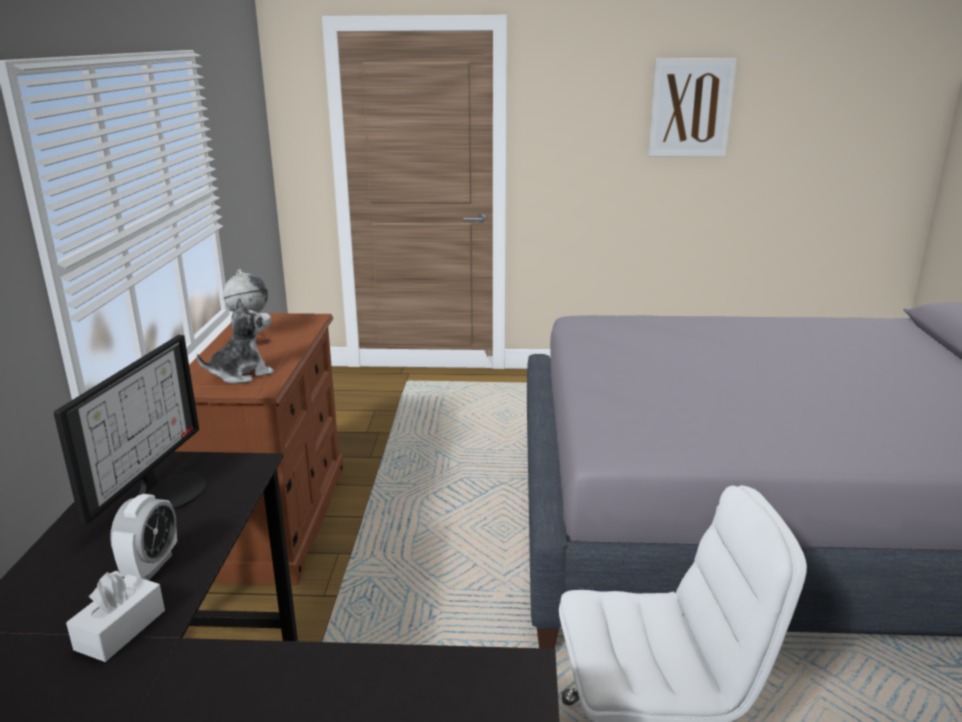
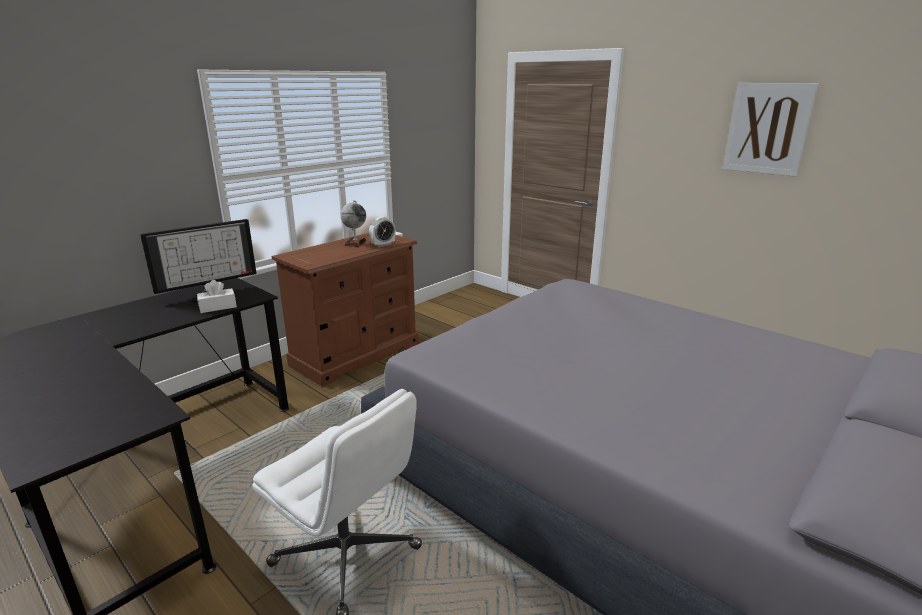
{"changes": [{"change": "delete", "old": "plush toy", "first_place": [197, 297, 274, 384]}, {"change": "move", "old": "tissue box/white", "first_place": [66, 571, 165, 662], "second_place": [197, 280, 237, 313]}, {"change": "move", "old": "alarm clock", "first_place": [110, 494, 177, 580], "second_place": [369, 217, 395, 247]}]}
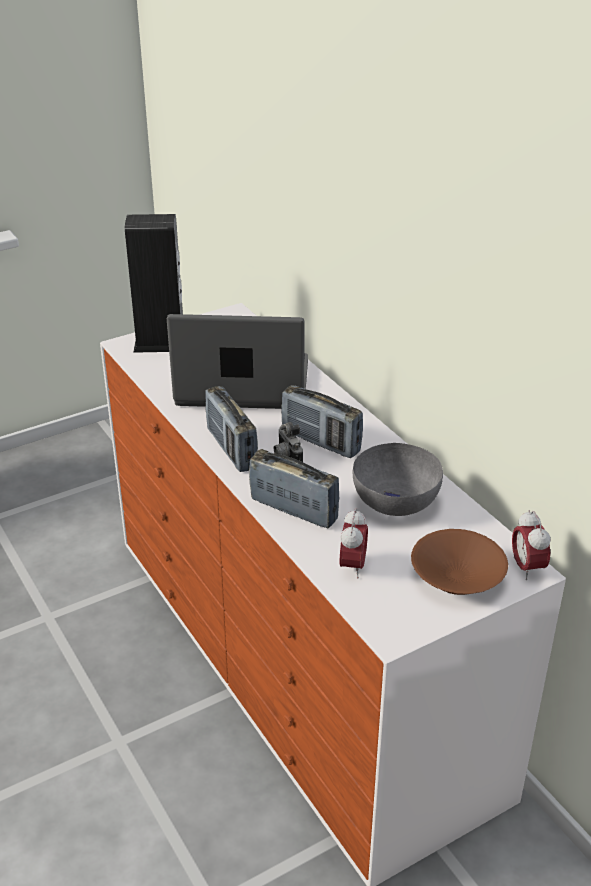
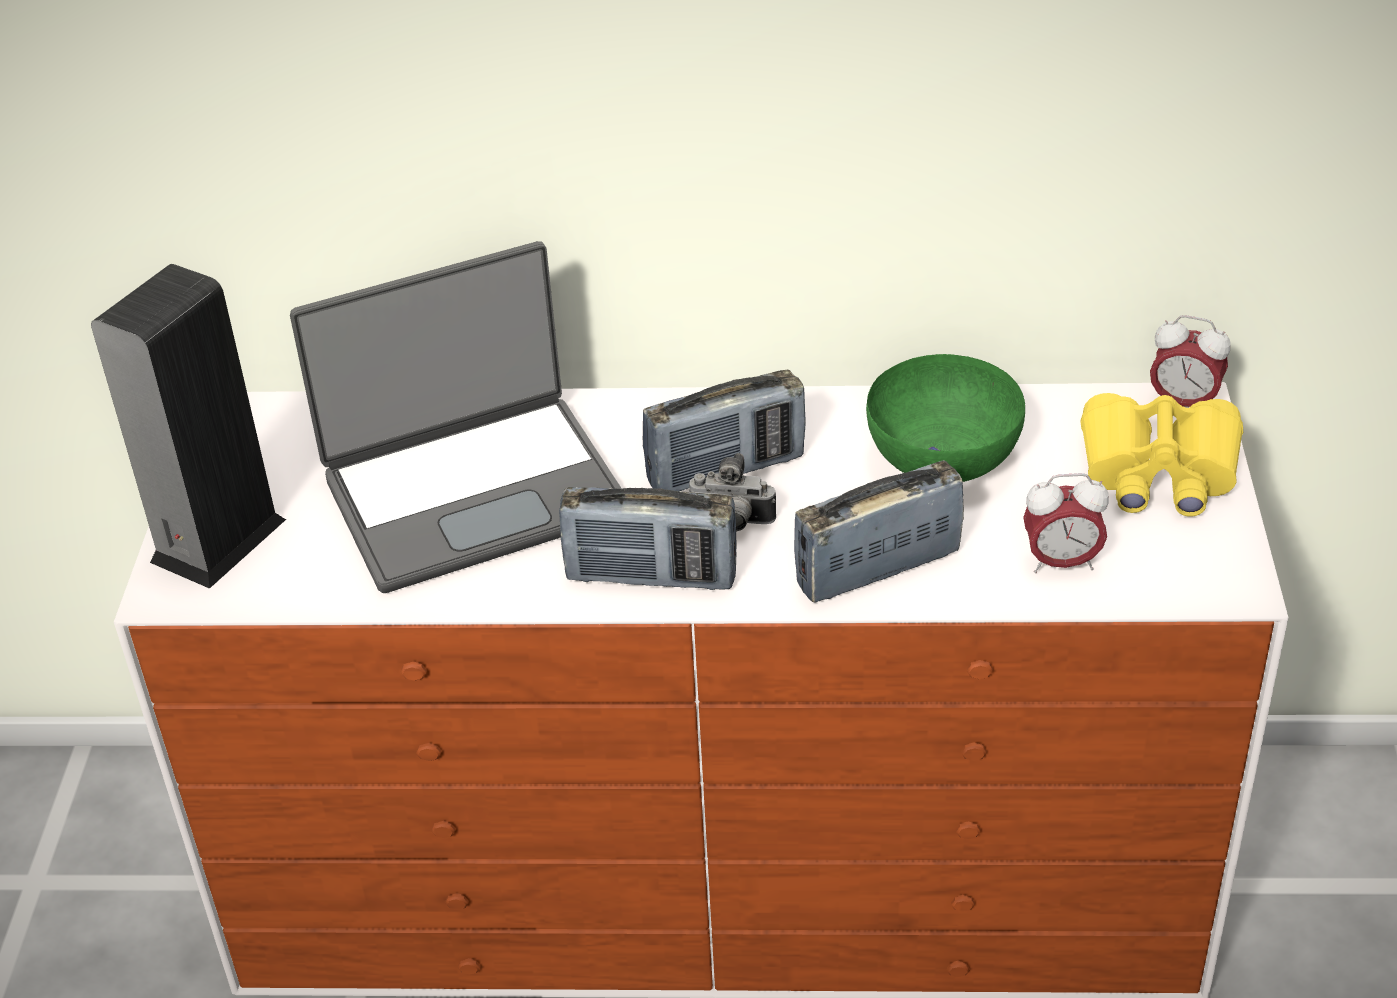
{"changes": [{"change": "replace", "old": "bowl/brown", "new": "binoculars/yellow", "first_place": [411, 529, 508, 595], "second_place": [1081, 393, 1243, 517]}, {"change": "recolor", "old": "bowl/grey", "new": "bowl/green", "first_place": [353, 443, 443, 516], "second_place": [866, 354, 1025, 482]}, {"change": "rotate", "old": "laptop", "first_place": [167, 314, 308, 409], "second_place": [290, 241, 622, 593], "degrees": -150}, {"change": "rotate", "old": "alarm clock", "first_place": [340, 508, 368, 578], "second_place": [1023, 473, 1109, 573], "degrees": 135}]}
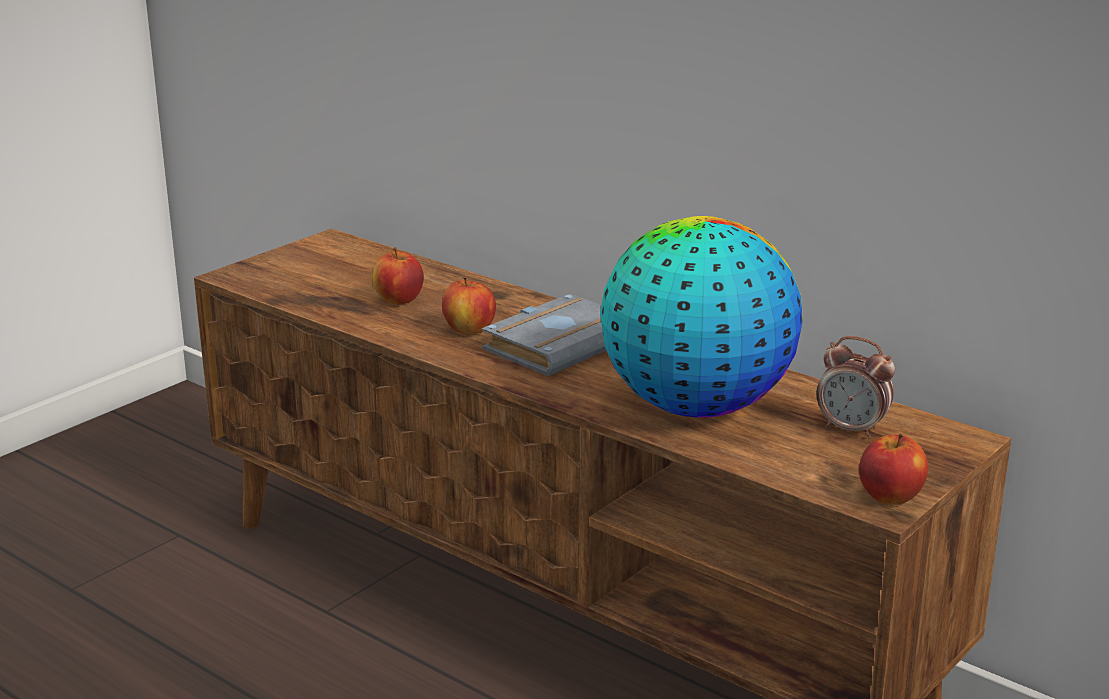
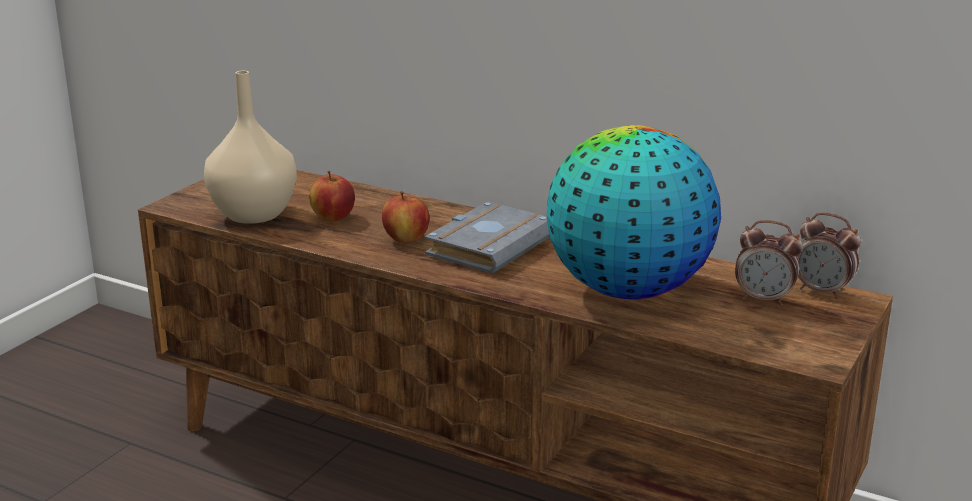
{"changes": [{"change": "delete", "old": "apple", "first_place": [859, 434, 928, 505]}, {"change": "insert", "new": "vase/beige", "second_place": [204, 71, 297, 224]}, {"change": "insert", "new": "alarm clock", "second_place": [798, 213, 861, 299]}]}
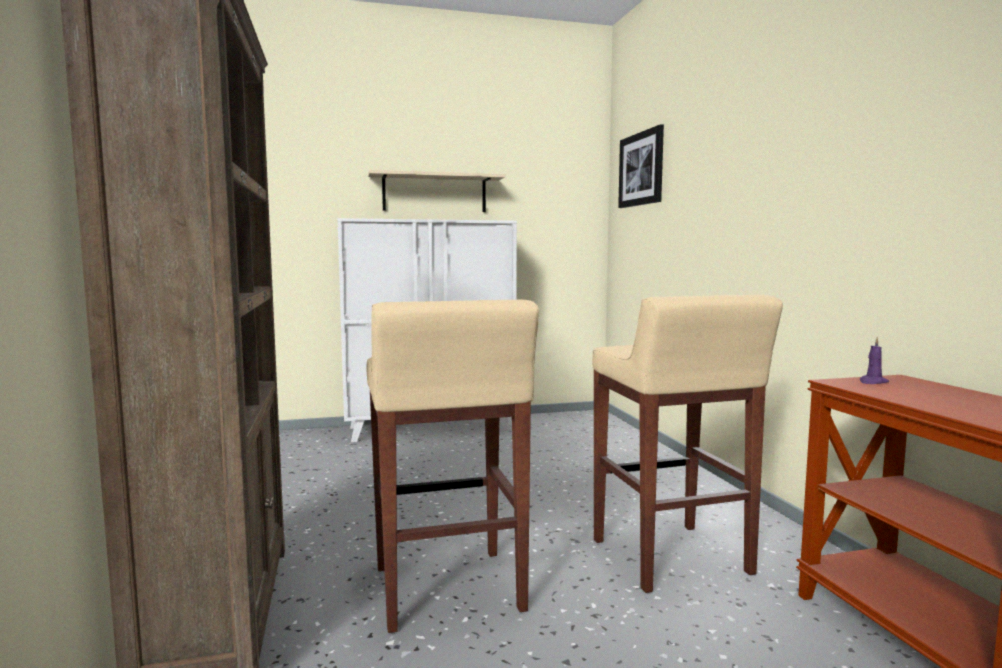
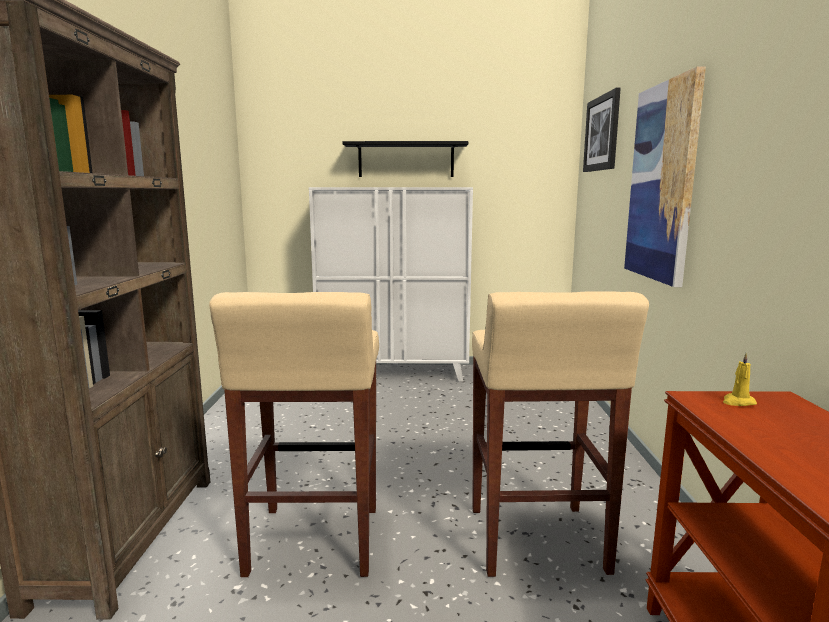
{"changes": [{"change": "insert", "new": "picture", "second_place": [624, 66, 706, 287]}, {"change": "recolor", "old": "shelf/beige", "new": "shelf/black", "first_place": [368, 170, 505, 212], "second_place": [342, 141, 468, 177]}, {"change": "recolor", "old": "candle/purple", "new": "candle/yellow", "first_place": [860, 337, 889, 384], "second_place": [723, 353, 757, 406]}]}
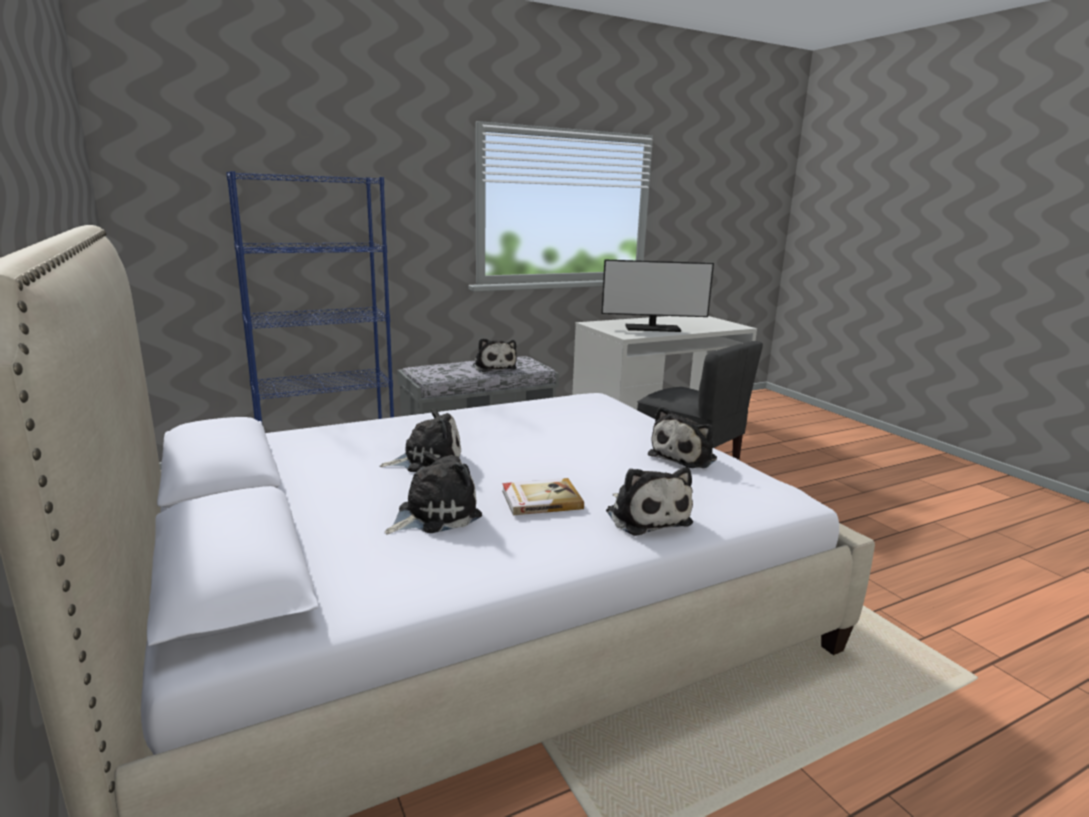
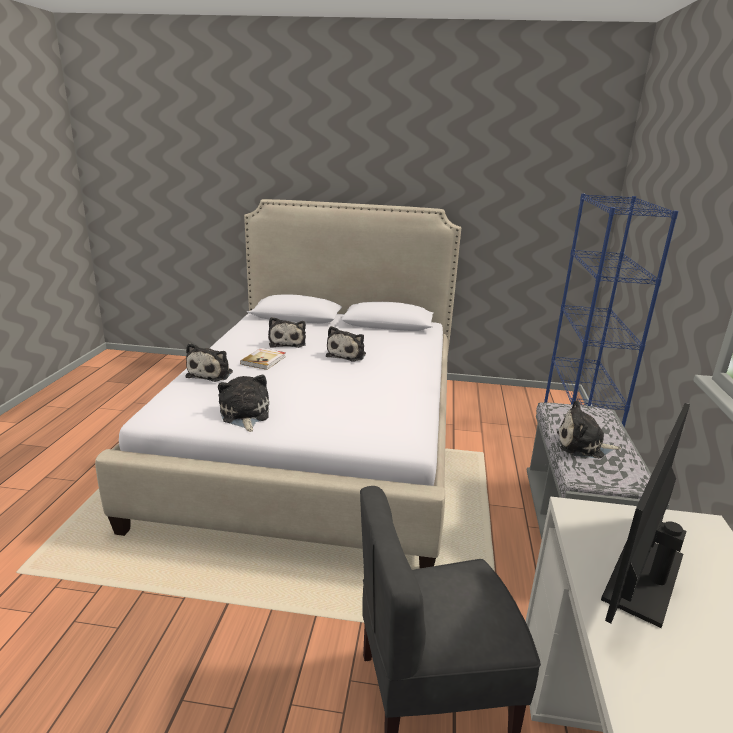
{"changes": [{"change": "rotate", "old": "plush toy", "first_place": [606, 467, 693, 536], "second_place": [185, 343, 233, 382], "degrees": -90}]}
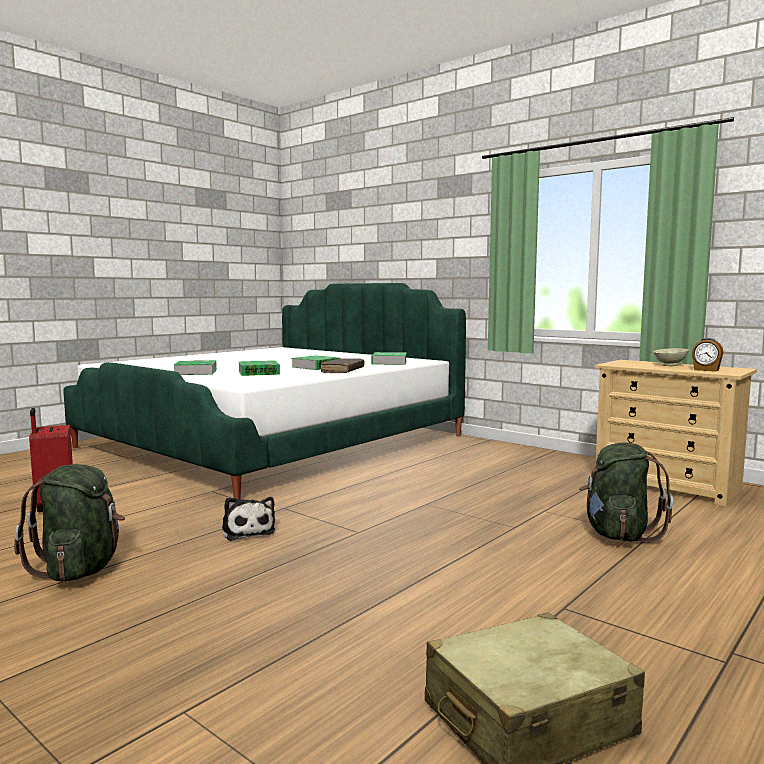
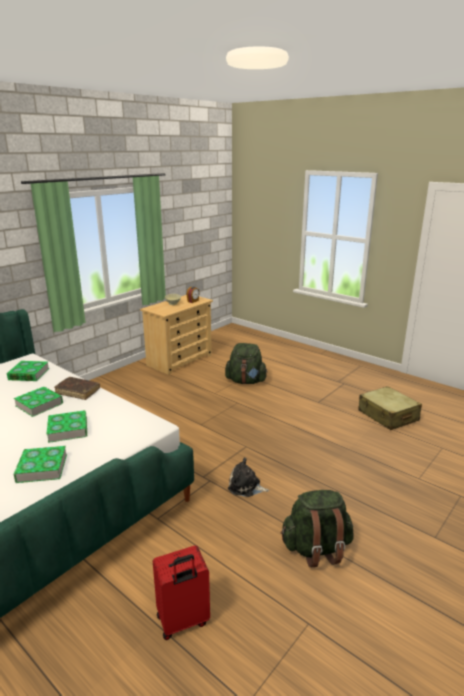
{"changes": [{"change": "rotate", "old": "plush toy", "first_place": [222, 497, 275, 541], "second_place": [228, 457, 269, 497], "degrees": -135}]}
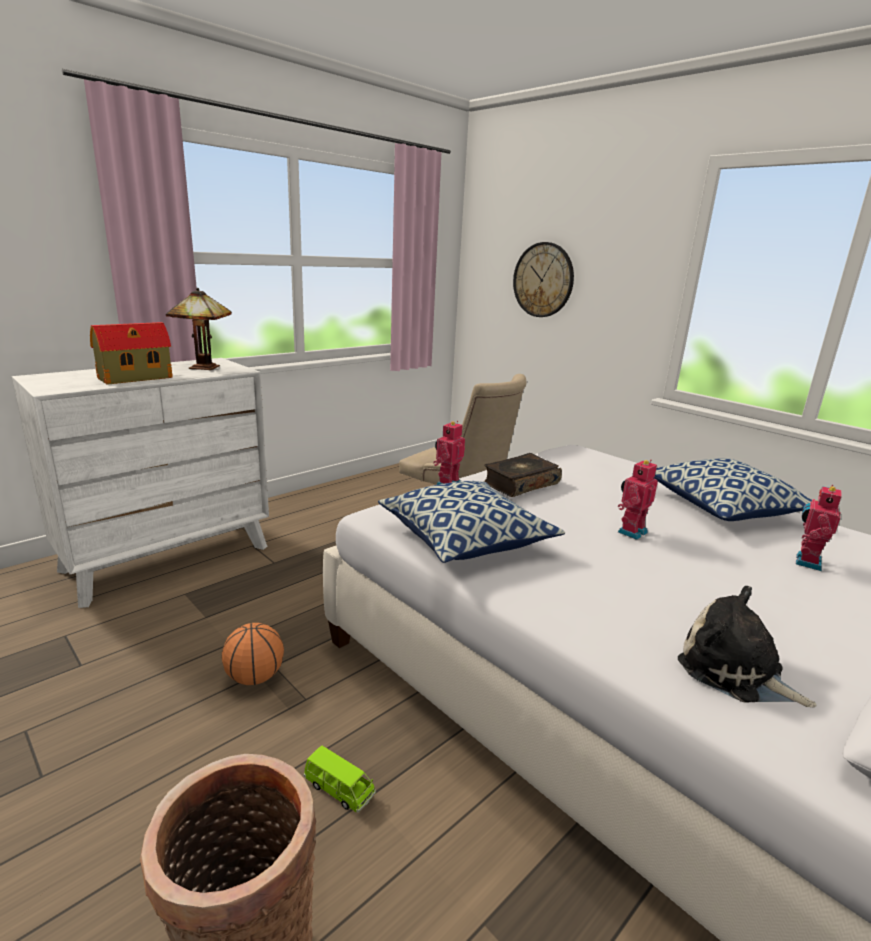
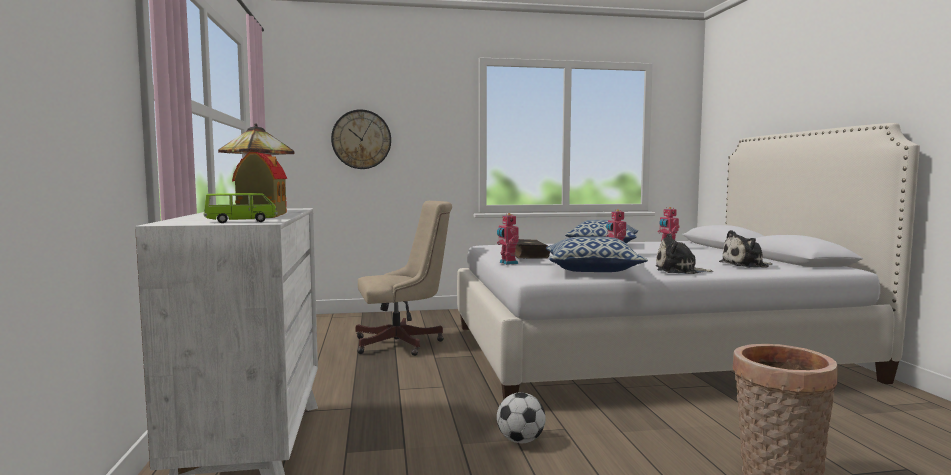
{"changes": [{"change": "insert", "new": "plush toy", "second_place": [656, 234, 713, 274]}, {"change": "move", "old": "toy car/green", "first_place": [304, 745, 376, 812], "second_place": [204, 193, 278, 223]}, {"change": "replace", "old": "basketball", "new": "football", "first_place": [222, 623, 284, 685], "second_place": [497, 393, 546, 443]}]}
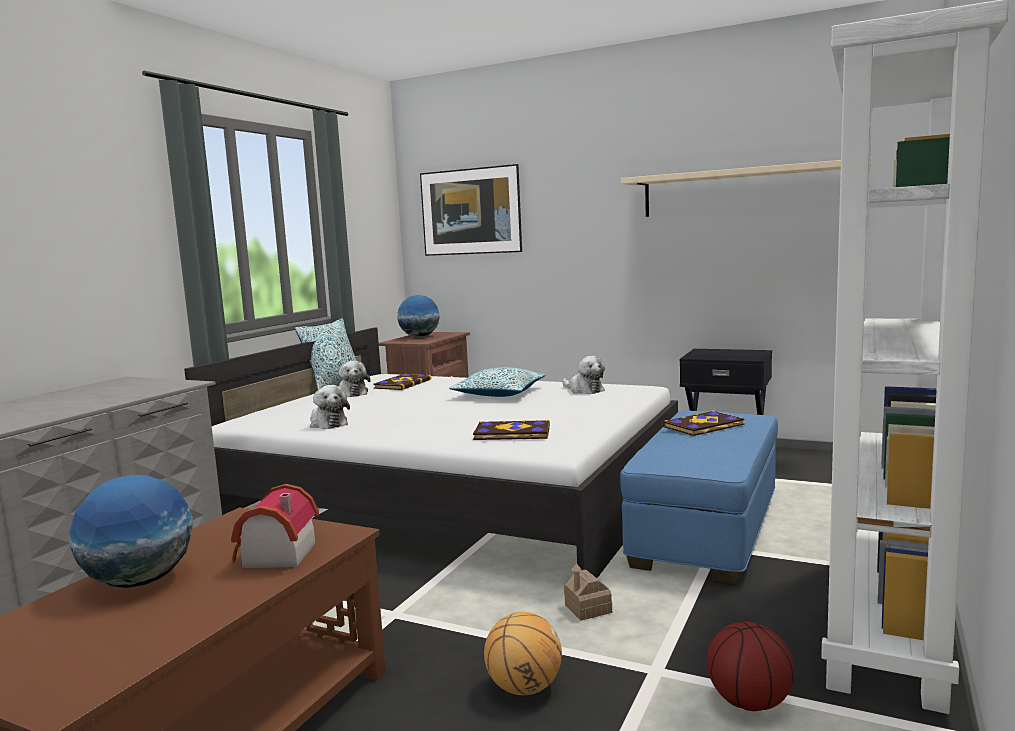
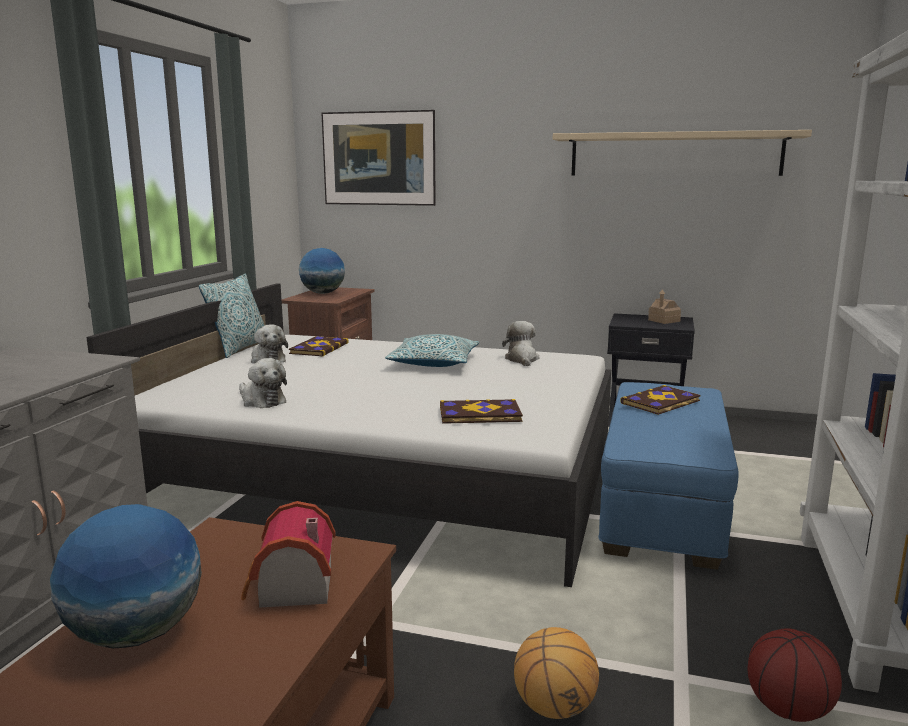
{"changes": [{"change": "move", "old": "toy house", "first_place": [564, 563, 612, 621], "second_place": [648, 289, 681, 324]}, {"change": "rotate", "old": "plush toy", "first_place": [562, 356, 605, 394], "second_place": [502, 321, 540, 366], "degrees": -135}]}
